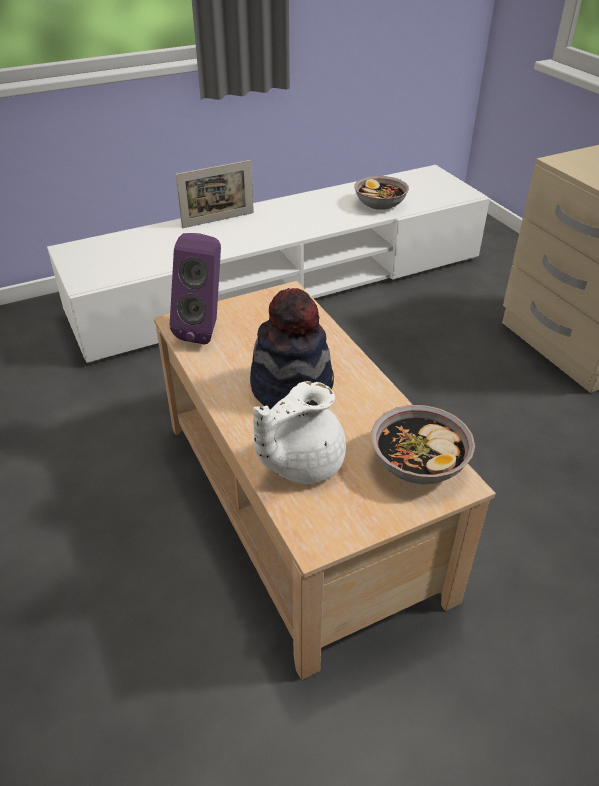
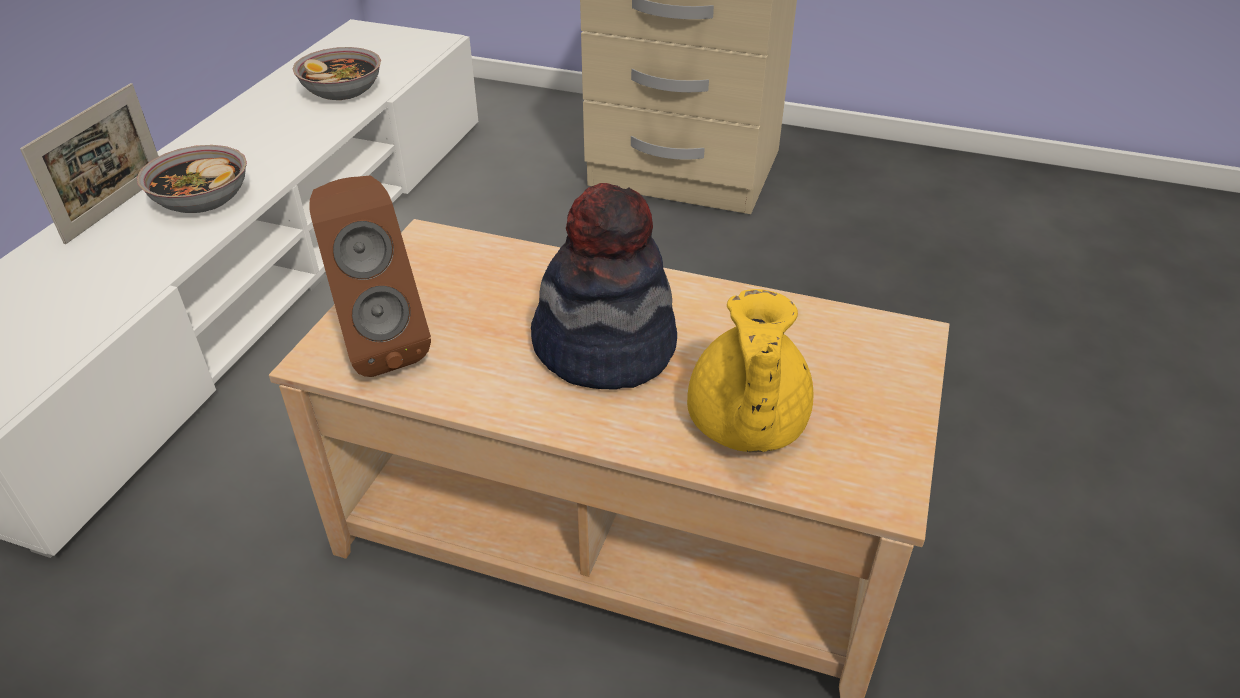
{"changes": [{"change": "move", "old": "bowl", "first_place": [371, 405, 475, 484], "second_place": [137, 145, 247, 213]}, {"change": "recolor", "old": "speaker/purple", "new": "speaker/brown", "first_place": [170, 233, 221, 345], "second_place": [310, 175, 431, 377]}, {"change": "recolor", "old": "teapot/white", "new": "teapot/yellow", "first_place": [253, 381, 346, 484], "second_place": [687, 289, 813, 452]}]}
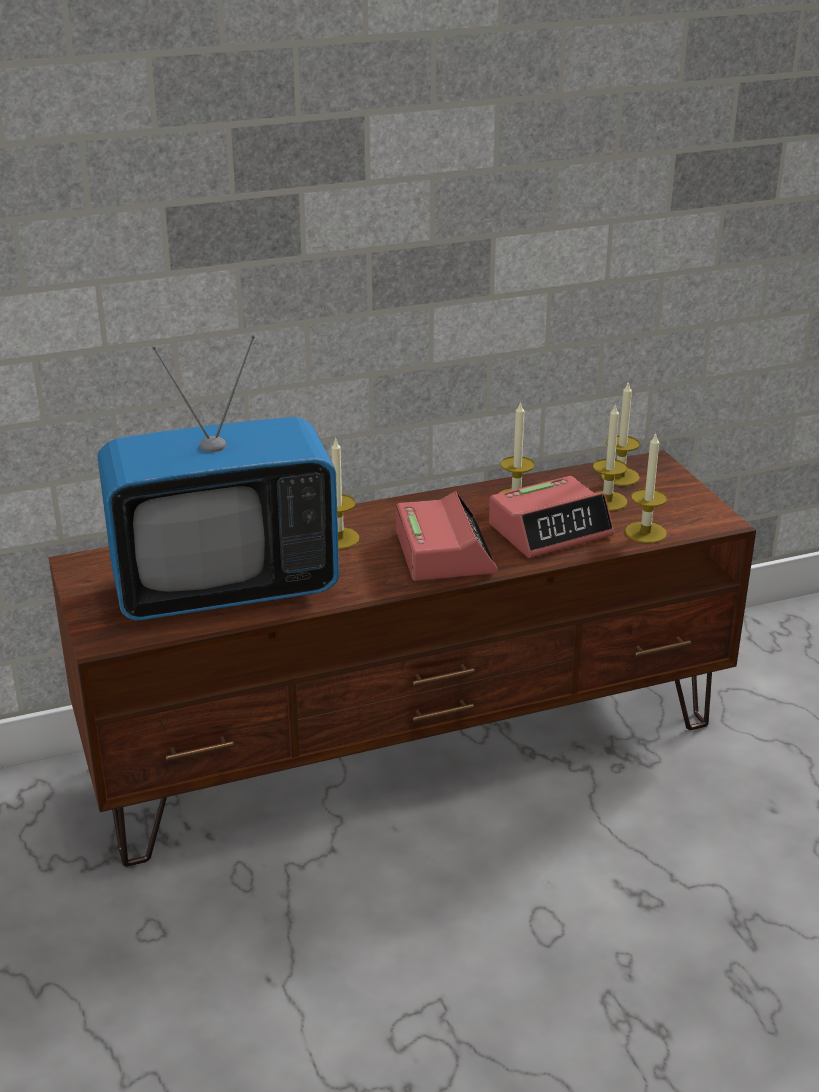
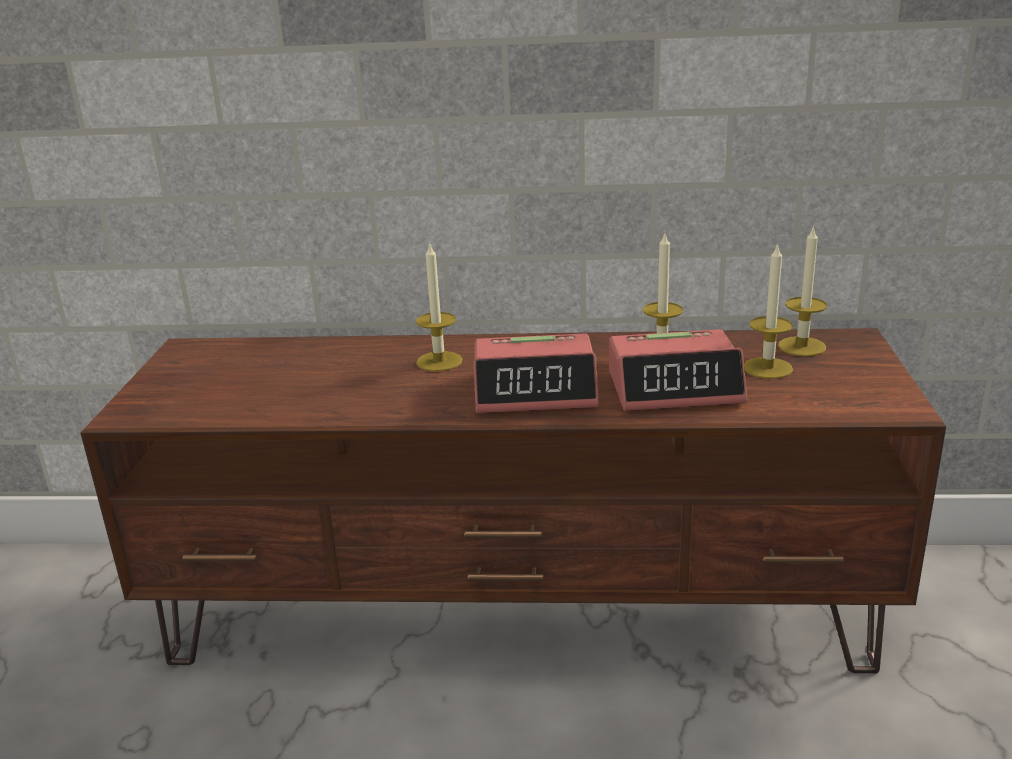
{"changes": [{"change": "delete", "old": "television", "first_place": [97, 336, 339, 621]}, {"change": "delete", "old": "candle", "first_place": [625, 432, 667, 543]}, {"change": "rotate", "old": "alarm clock", "first_place": [396, 491, 497, 581], "second_place": [474, 333, 599, 413], "degrees": 75}]}
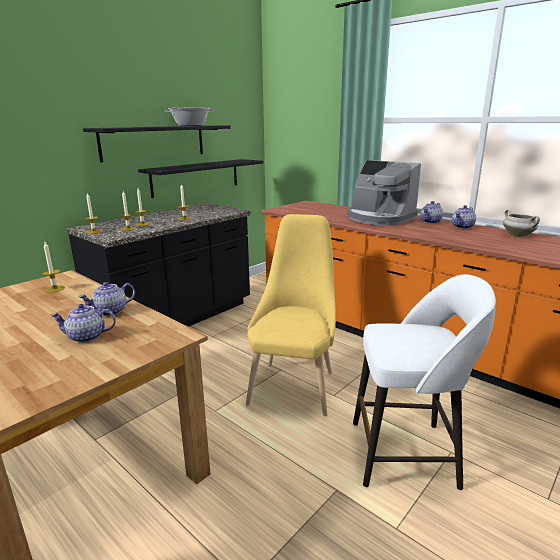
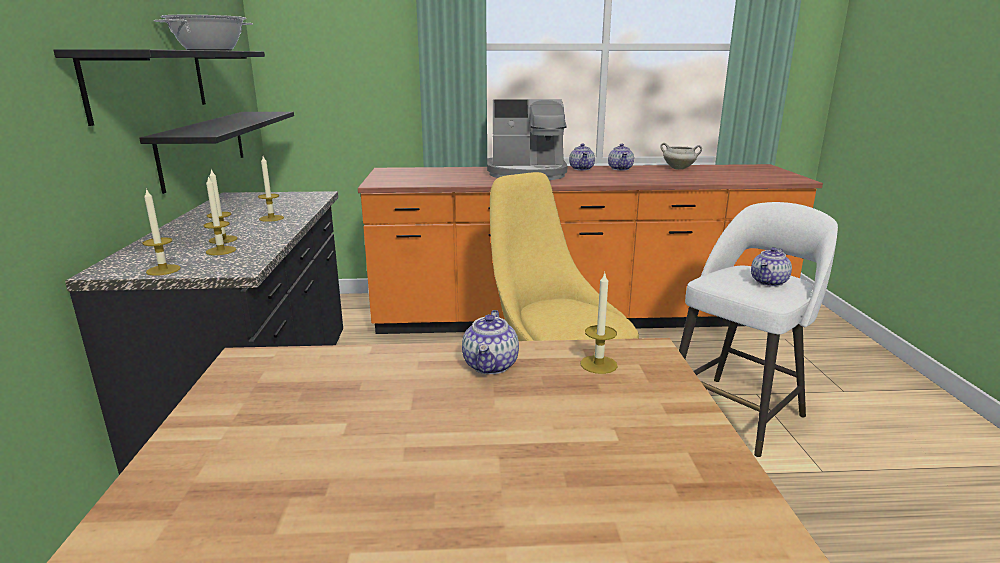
{"changes": [{"change": "move", "old": "candle", "first_place": [42, 242, 65, 293], "second_place": [580, 273, 617, 374]}, {"change": "move", "old": "teapot", "first_place": [50, 304, 116, 343], "second_place": [751, 247, 792, 287]}]}
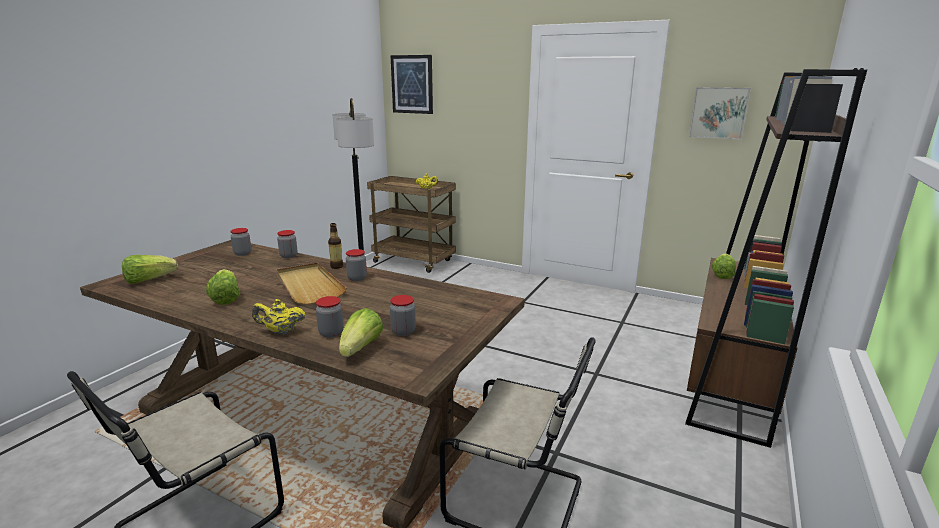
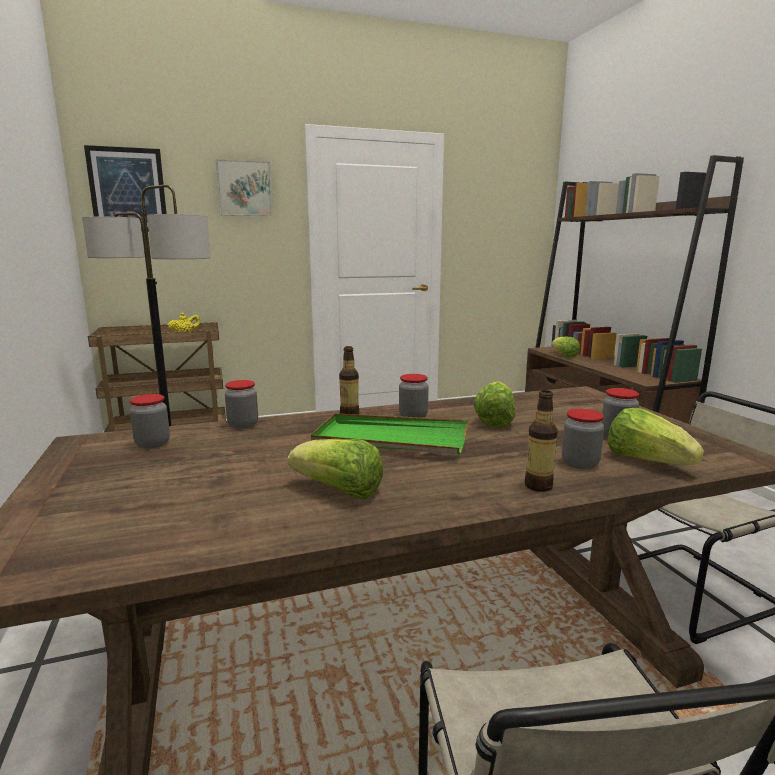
{"changes": [{"change": "move", "old": "lettuce", "first_place": [122, 255, 178, 284], "second_place": [473, 381, 515, 428]}, {"change": "move", "old": "picture", "first_place": [689, 87, 751, 140], "second_place": [216, 159, 273, 216]}, {"change": "replace", "old": "teapot/yellow", "new": "bottle", "first_place": [252, 299, 305, 334], "second_place": [525, 390, 558, 492]}, {"change": "recolor", "old": "tray/beige", "new": "tray/green", "first_place": [276, 263, 347, 304], "second_place": [311, 413, 468, 454]}]}
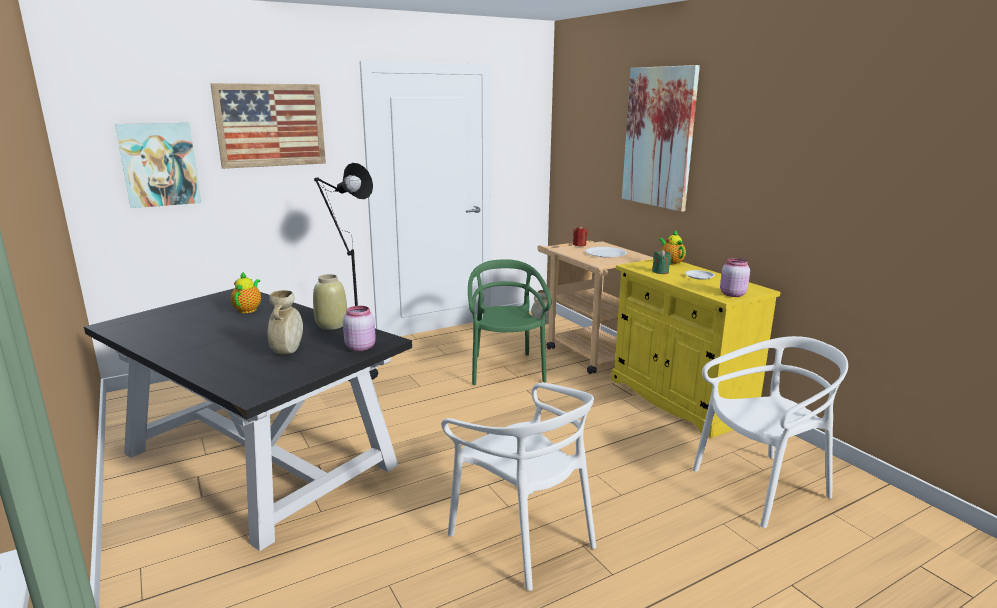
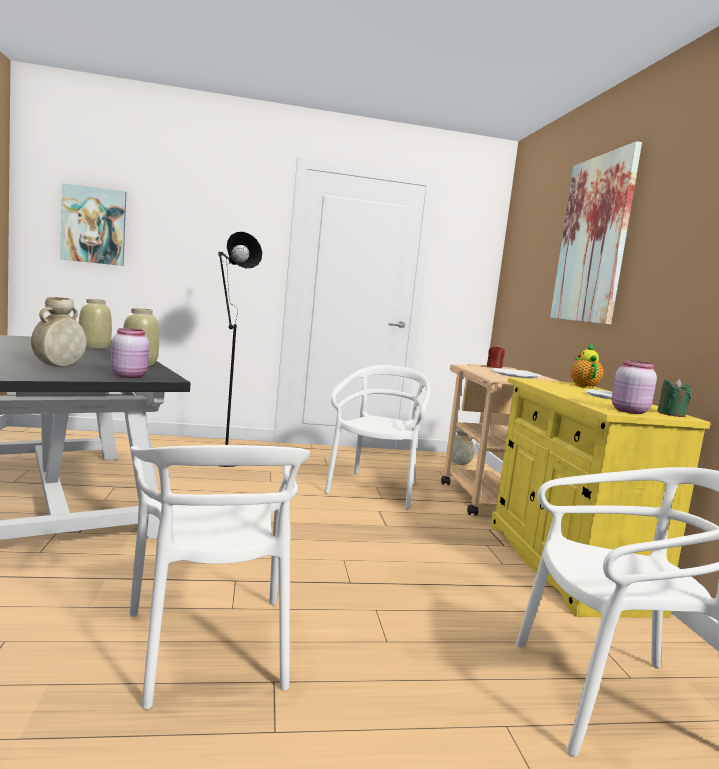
{"changes": [{"change": "delete", "old": "picture", "first_place": [210, 83, 326, 169]}, {"change": "move", "old": "candle/green", "first_place": [652, 249, 671, 274], "second_place": [657, 378, 691, 417]}, {"change": "replace", "old": "teapot", "new": "vase/beige", "first_place": [231, 272, 261, 313], "second_place": [79, 299, 112, 349]}, {"change": "recolor", "old": "chair/green", "new": "chair/white", "first_place": [468, 260, 551, 385], "second_place": [325, 365, 431, 510]}]}
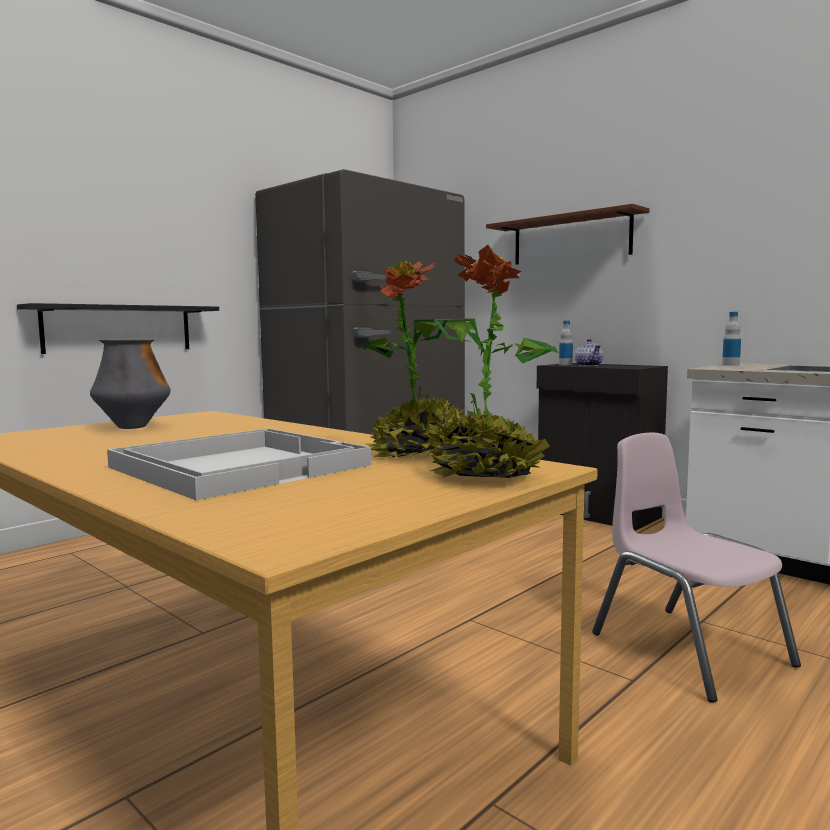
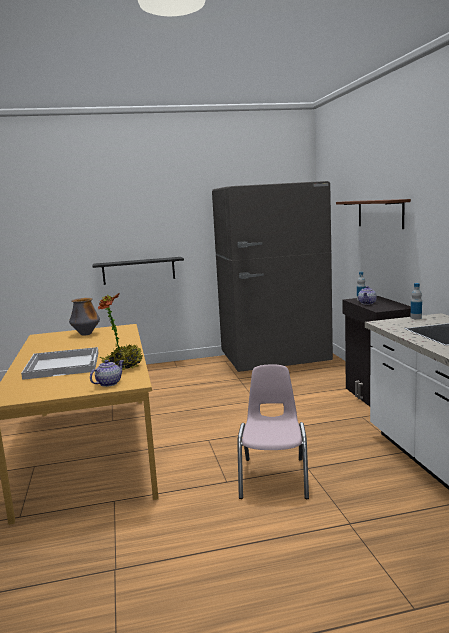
{"changes": [{"change": "replace", "old": "potted plant", "new": "teapot", "first_place": [428, 245, 558, 478], "second_place": [90, 360, 124, 387]}]}
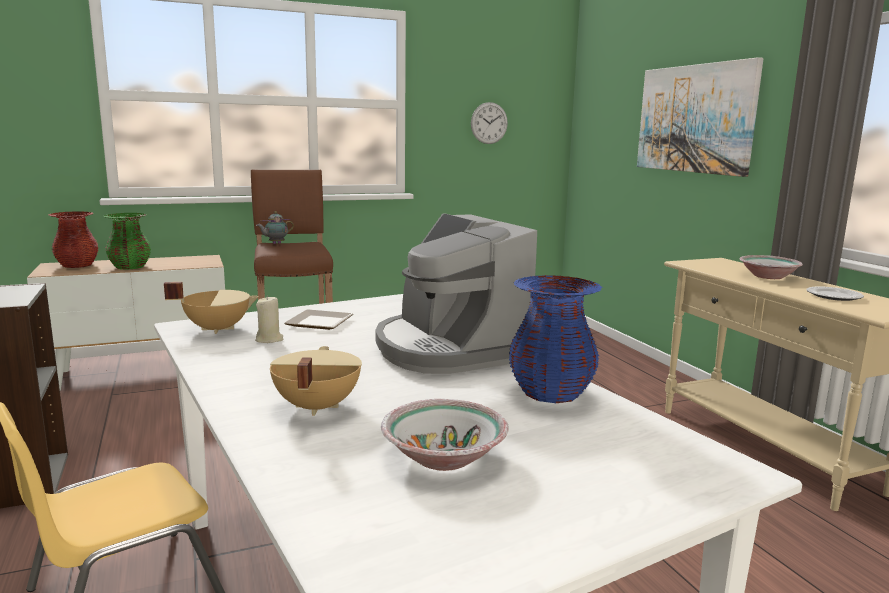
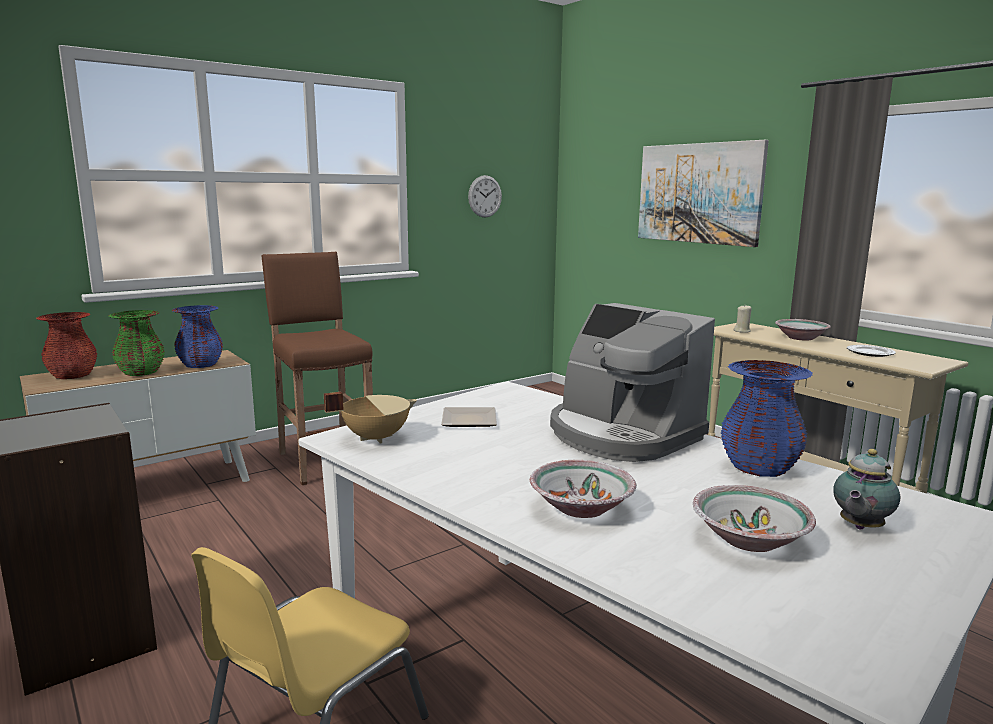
{"changes": [{"change": "insert", "new": "vase/blue", "second_place": [172, 305, 223, 368]}, {"change": "move", "old": "candle/beige", "first_place": [255, 295, 283, 343], "second_place": [734, 305, 752, 333]}, {"change": "move", "old": "teapot", "first_place": [256, 211, 294, 244], "second_place": [833, 449, 900, 530]}, {"change": "replace", "old": "cooking pot/beige", "new": "bowl", "first_place": [270, 346, 362, 416], "second_place": [530, 460, 637, 518]}]}
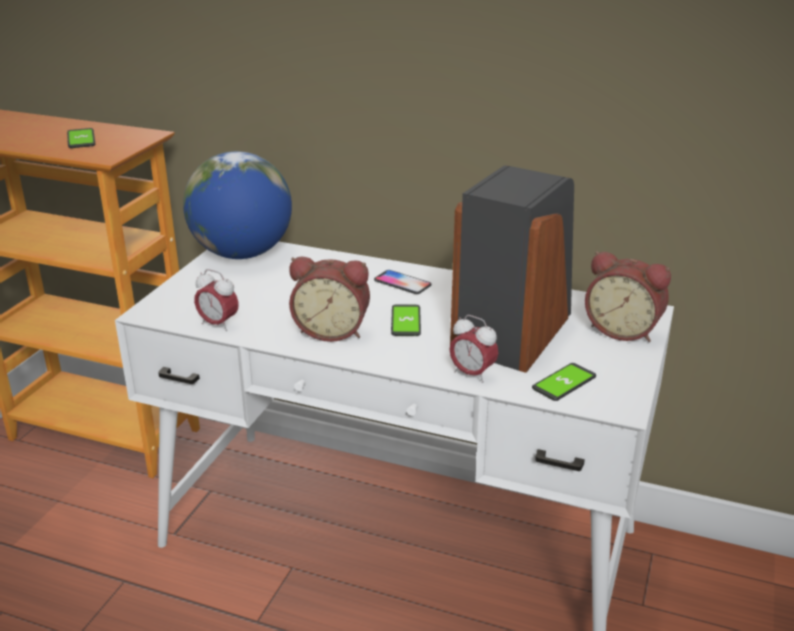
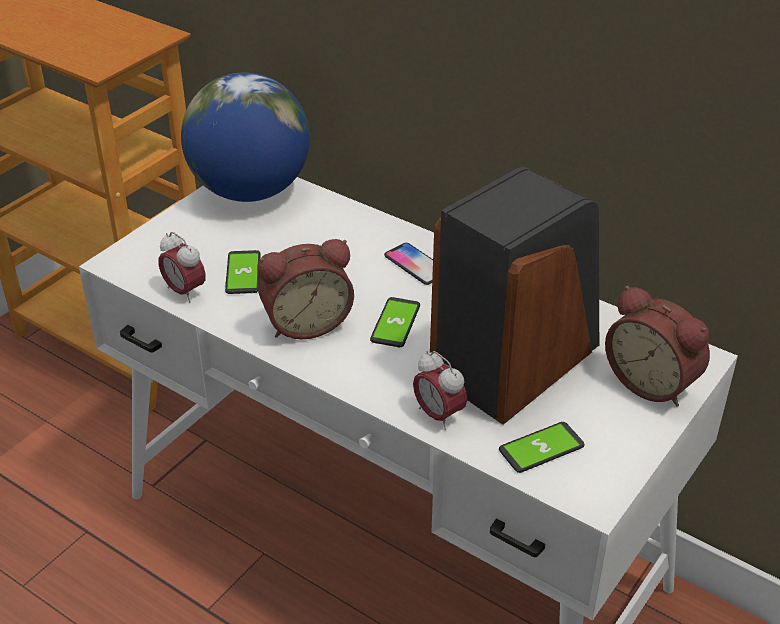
{"changes": [{"change": "move", "old": "phone", "first_place": [67, 128, 95, 148], "second_place": [225, 250, 261, 294]}, {"change": "rotate", "old": "alarm clock", "first_place": [289, 257, 370, 342], "second_place": [258, 239, 354, 339], "degrees": -45}]}
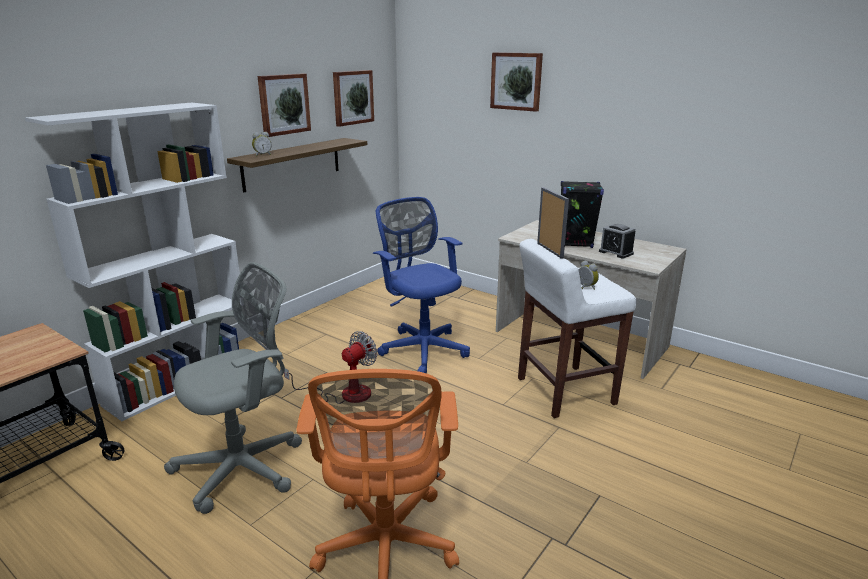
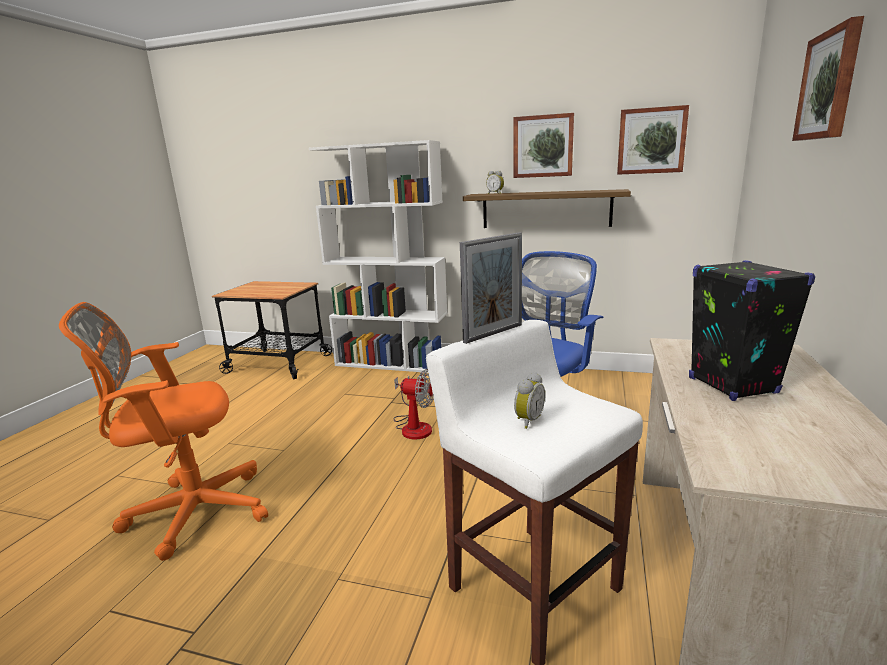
{"changes": [{"change": "delete", "old": "office chair/grey", "first_place": [164, 262, 302, 514]}, {"change": "delete", "old": "alarm clock", "first_place": [599, 224, 635, 259]}]}
